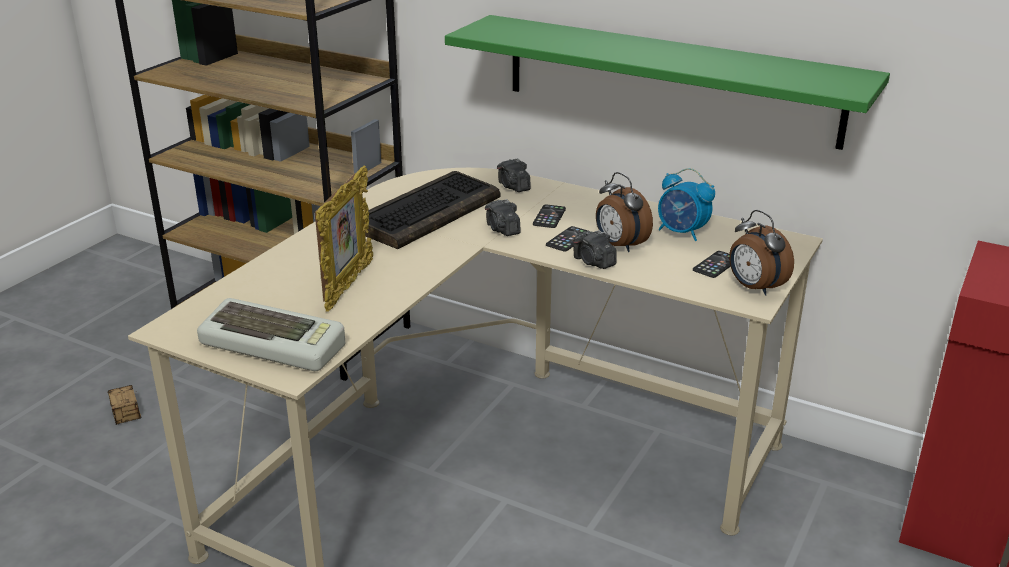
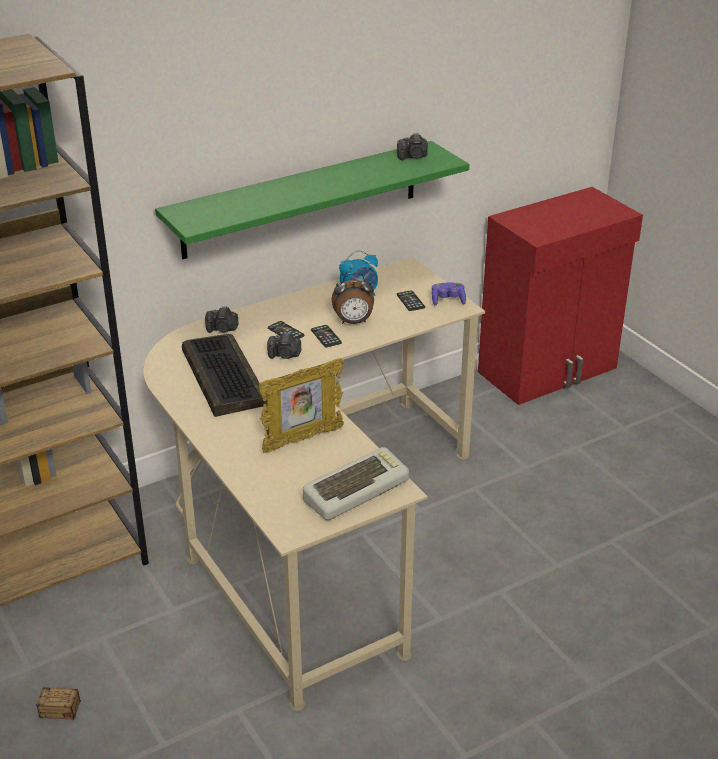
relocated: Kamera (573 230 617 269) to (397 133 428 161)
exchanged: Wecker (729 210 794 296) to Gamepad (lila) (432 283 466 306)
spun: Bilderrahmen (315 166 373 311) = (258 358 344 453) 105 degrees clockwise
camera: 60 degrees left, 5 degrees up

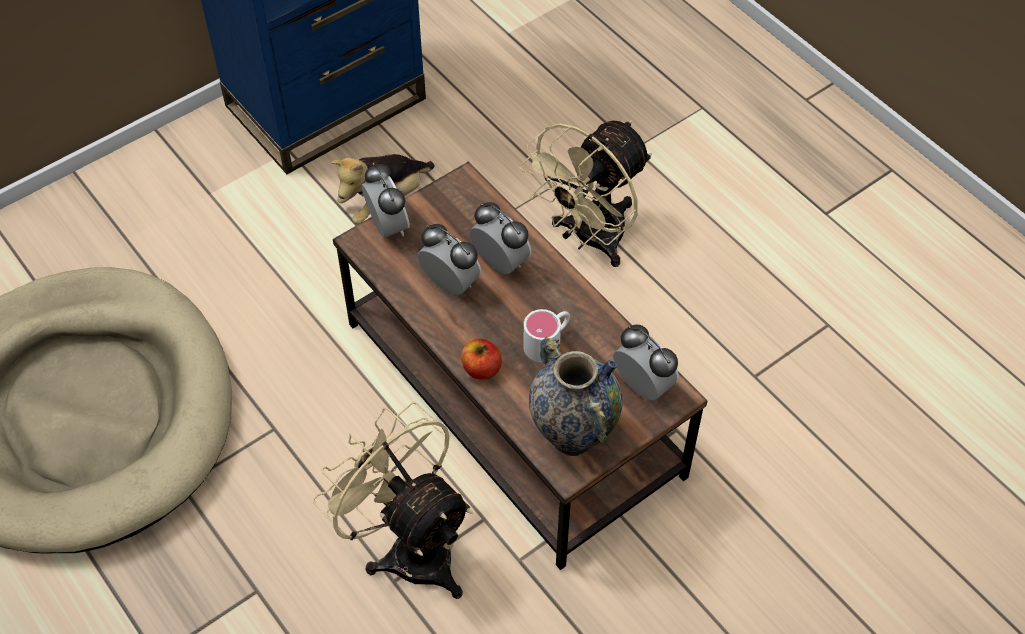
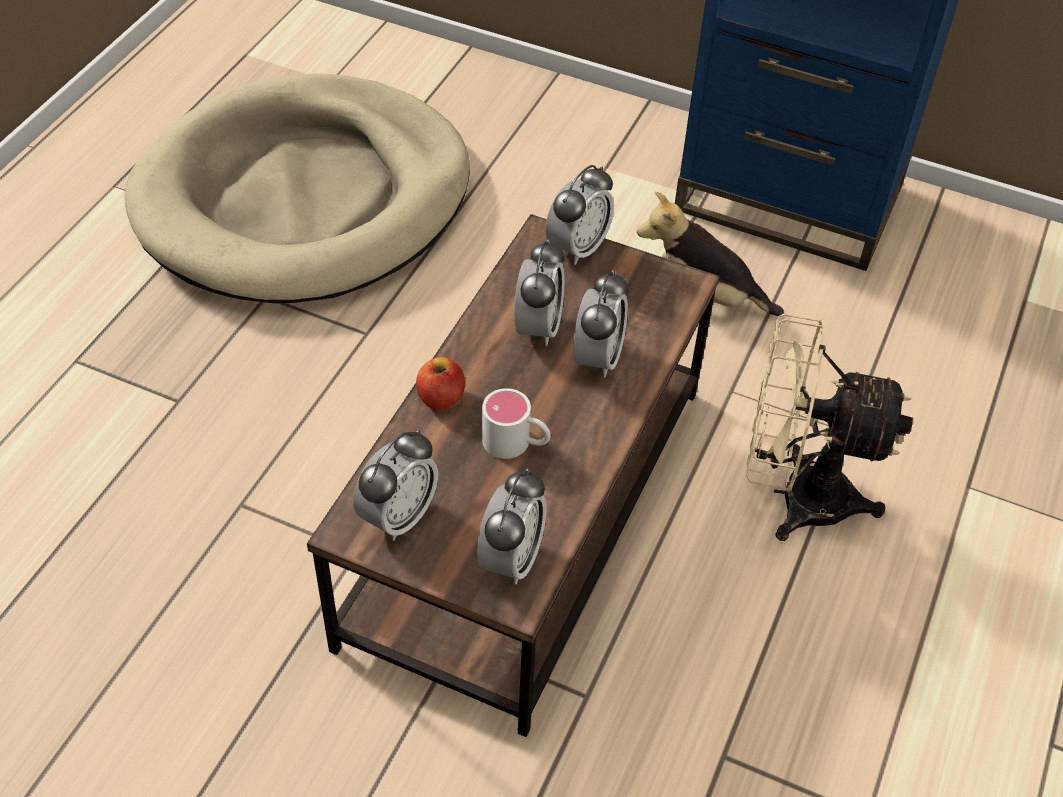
missing: Ventilator (beige) (313 402 473 599)
exchanged: Vase (529 336 623 456) to Wecker (353 430 438 541)
camera: 60 degrees right, 5 degrees down

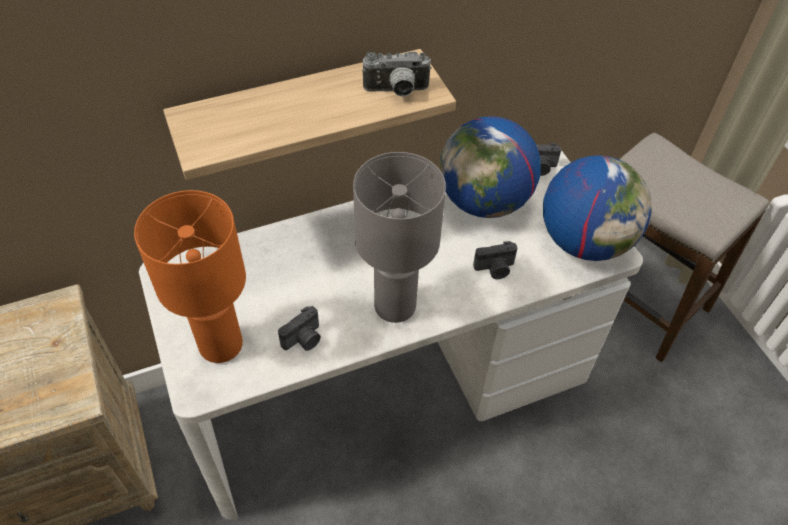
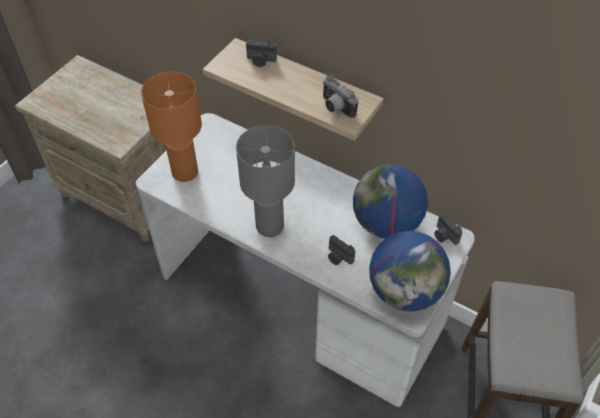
relocated: Kamera (278 306 321 351) to (246 40 277 67)
camera: 55 degrees right, 0 degrees up

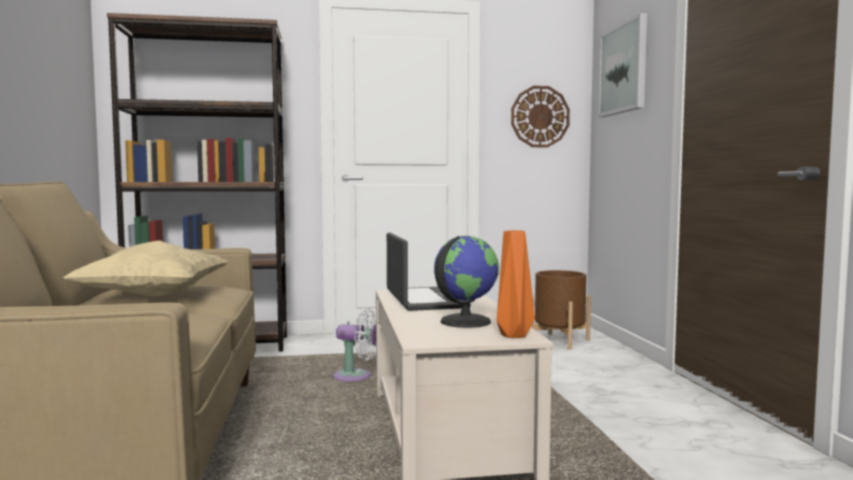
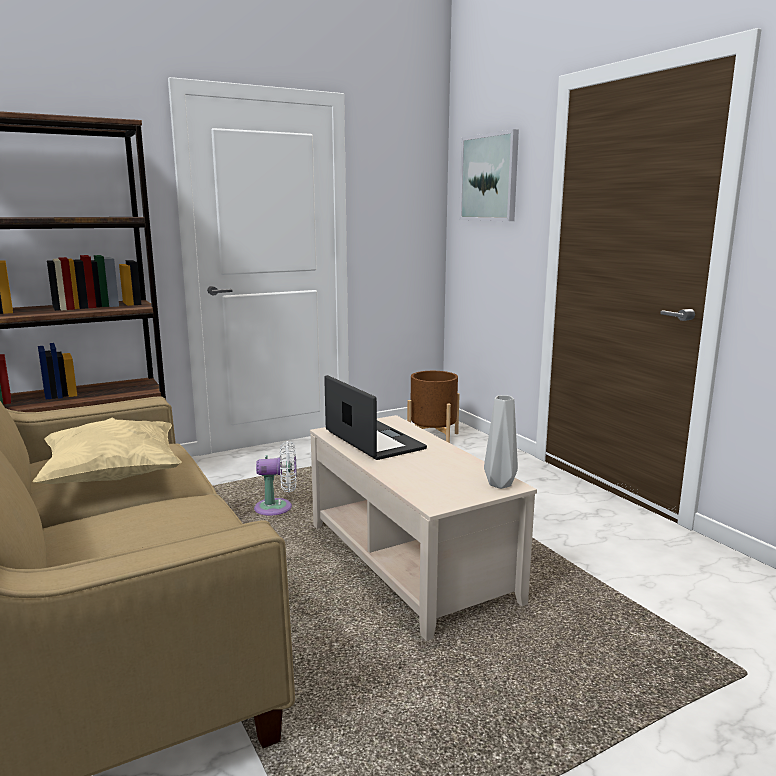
missing: Wanduhr (511 86 570 147); Globus (434 236 499 328)
colour: Vase (orange) (497 230 535 338) to Vase (grau) (484 395 518 489)
camera: 20 degrees left, 10 degrees up

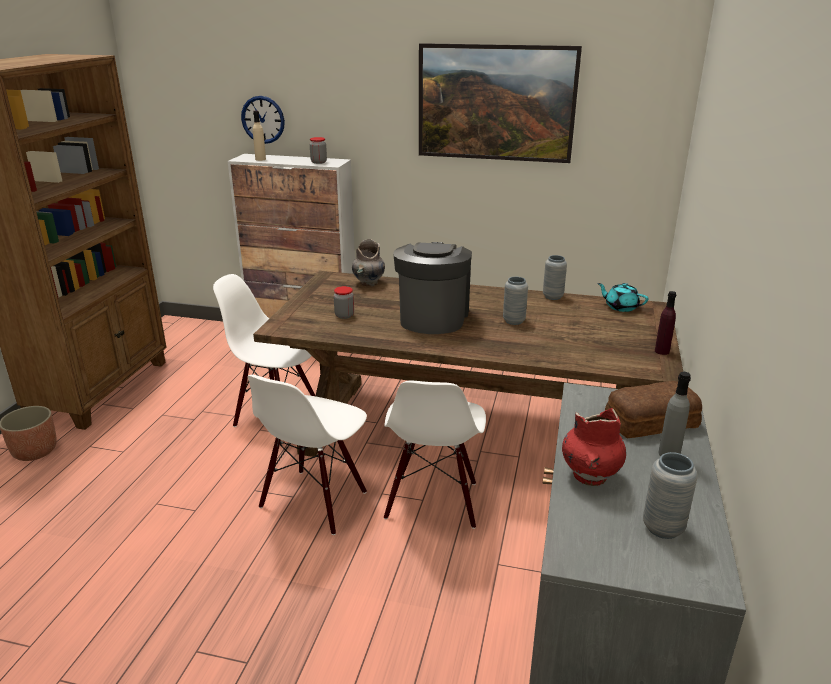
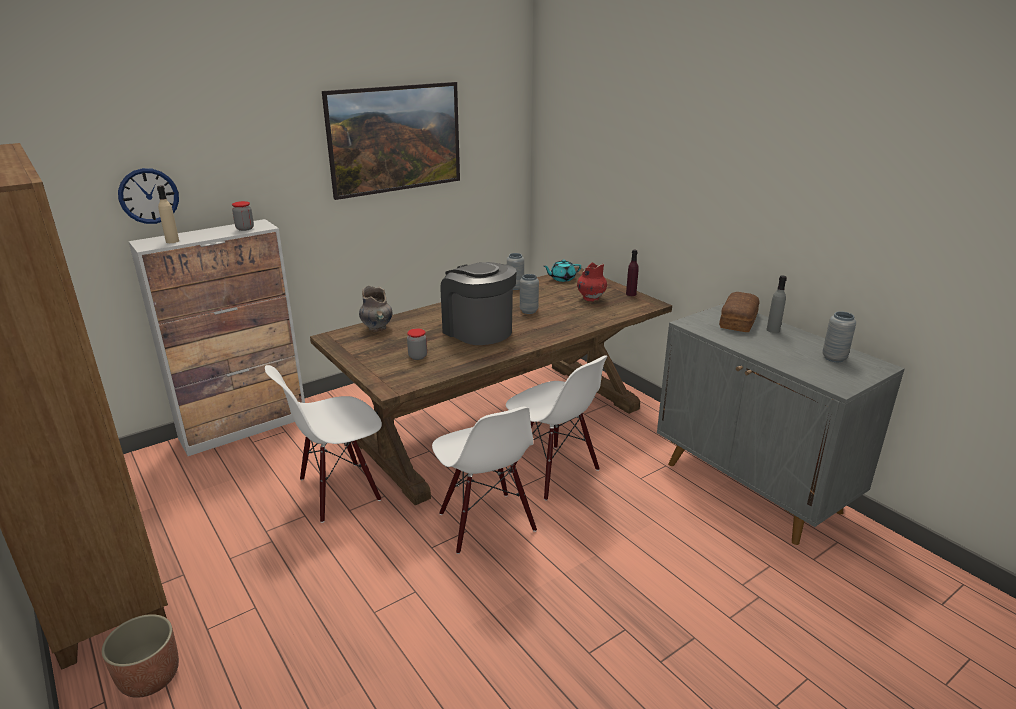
relocated: Vase (rot) (562 408 626 486) to (577 262 607 301)
camera: 50 degrees left, 0 degrees up

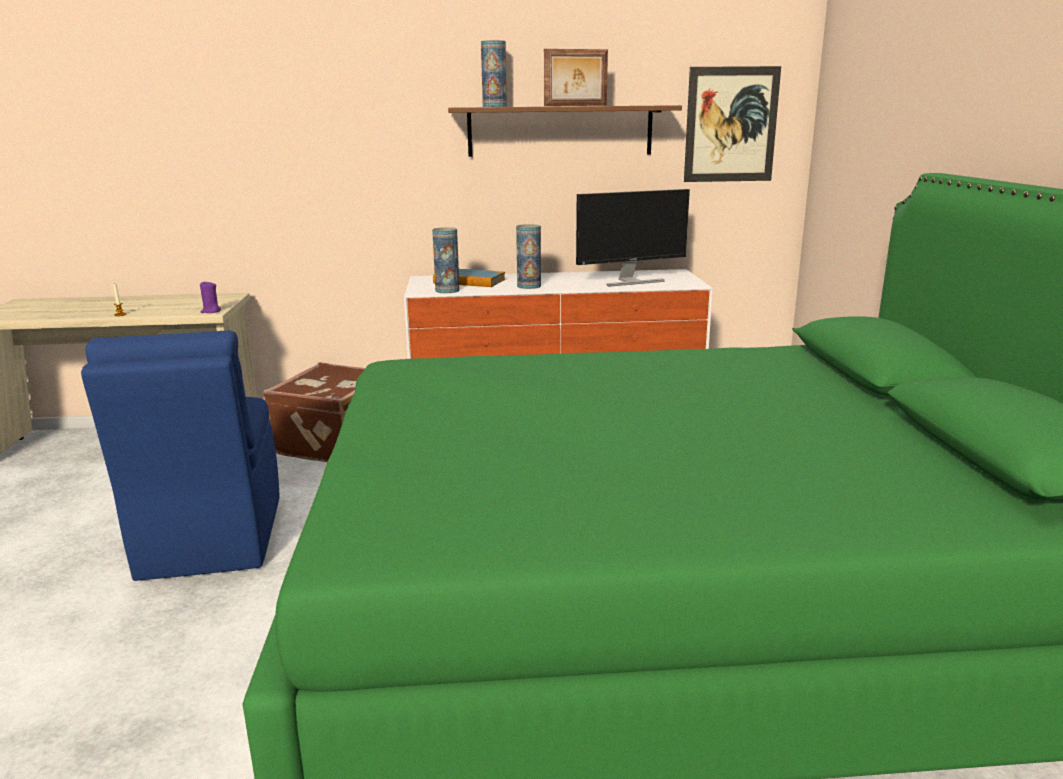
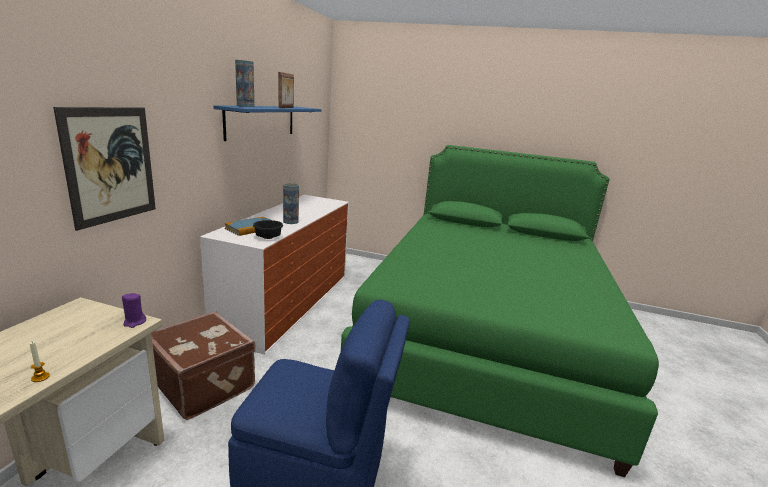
missing: Monitor (576 189 690 287)
relocated: Bild (684 66 781 182) to (53 107 156 231)
exchanged: Vase (432 227 460 293) to Schüssel (schwarz) (253 220 283 239)
colour: Wandregal (braun) (448 105 682 157) to Wandregal (blau) (214 105 321 141)
camera: 70 degrees left, 0 degrees up

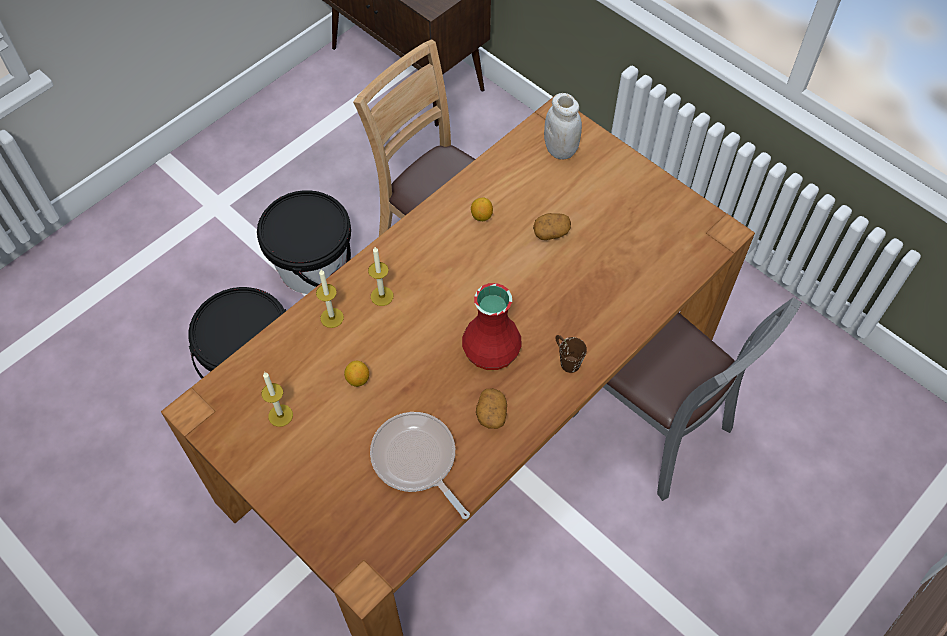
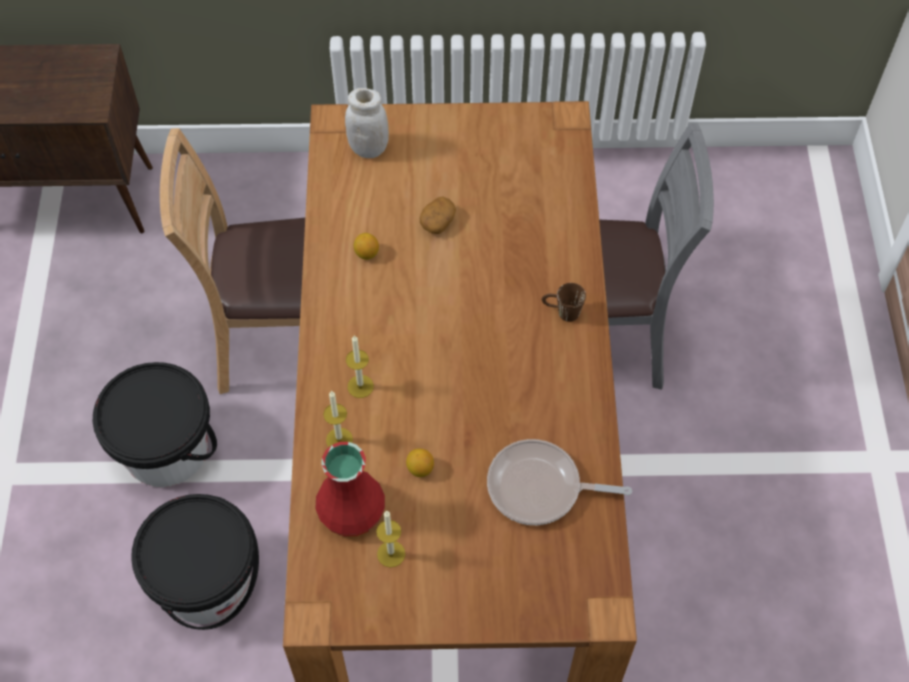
missing: Kartoffel (476 388 507 429)
relocated: Vase (rot) (462 283 522 370) to (315 442 385 537)
camera: 45 degrees left, 0 degrees up

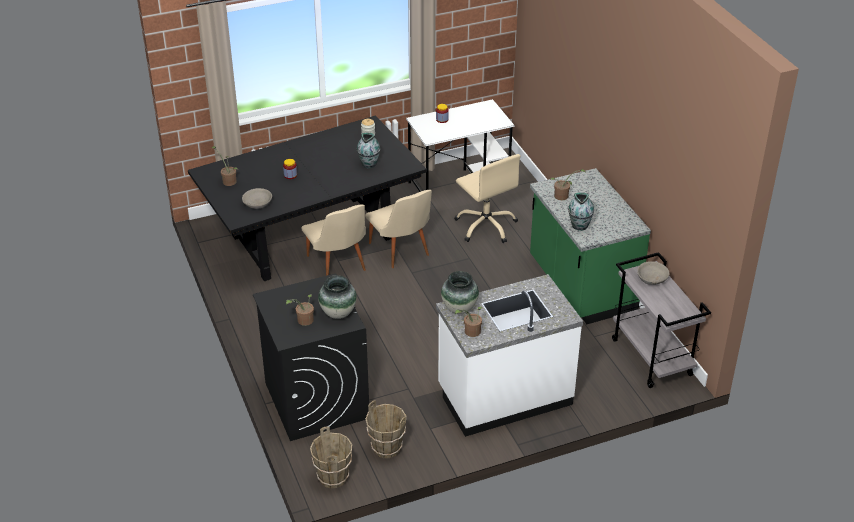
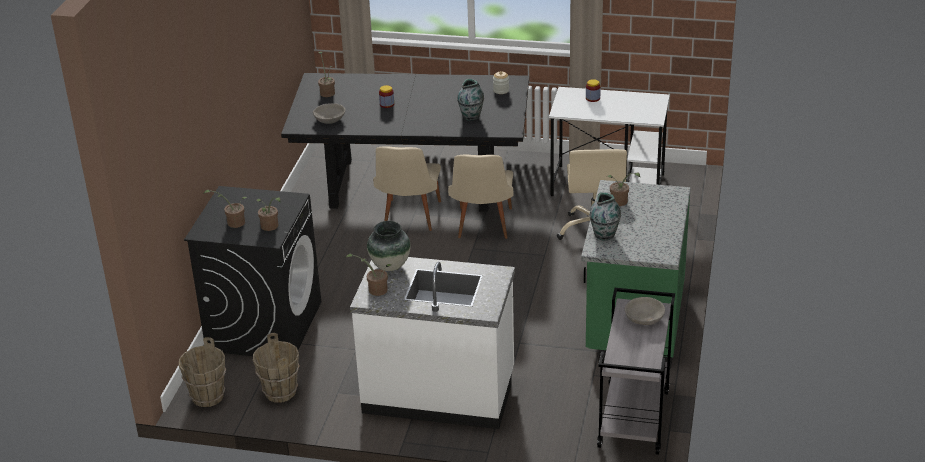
exchanged: Vase (318 275 357 319) to Topfpflanze (256 197 281 231)
camera: 35 degrees right, 5 degrees down

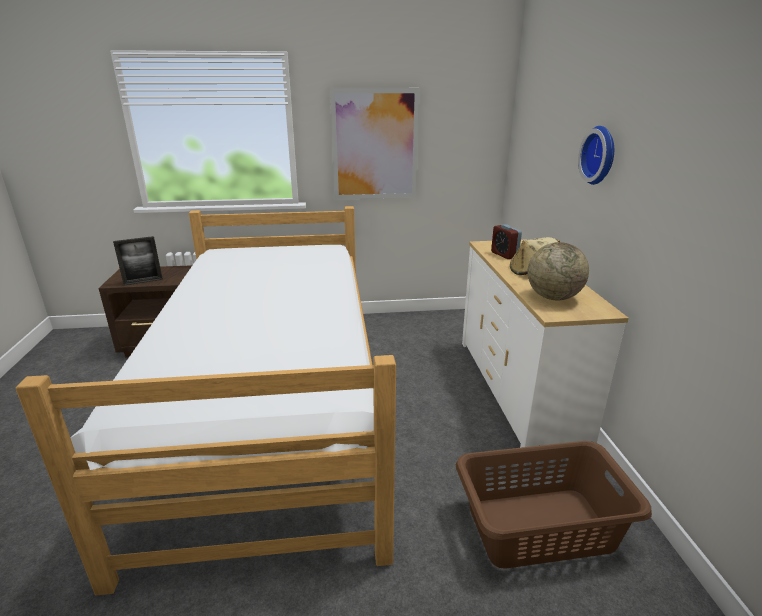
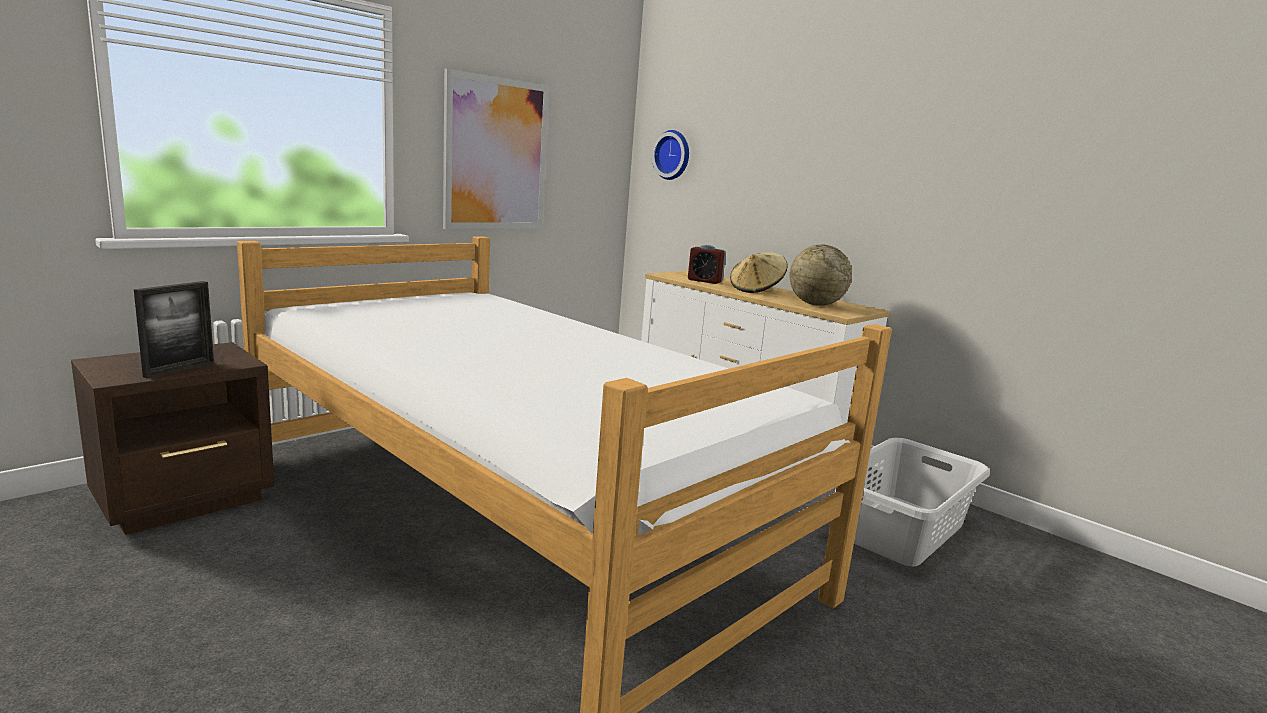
relocated: Wanduhr (578 126 614 185) to (652 130 689 180)
colour: Wäschekorb (braun) (456 441 652 568) to Wäschekorb (grau) (835 438 990 566)
camera: 40 degrees left, 10 degrees down

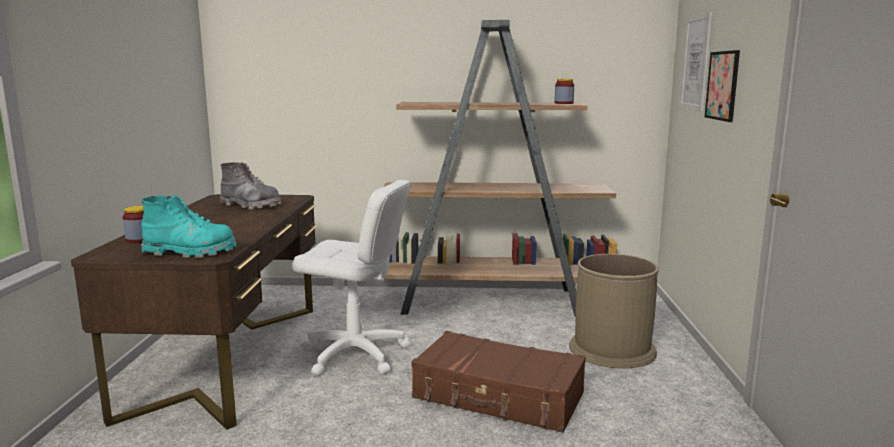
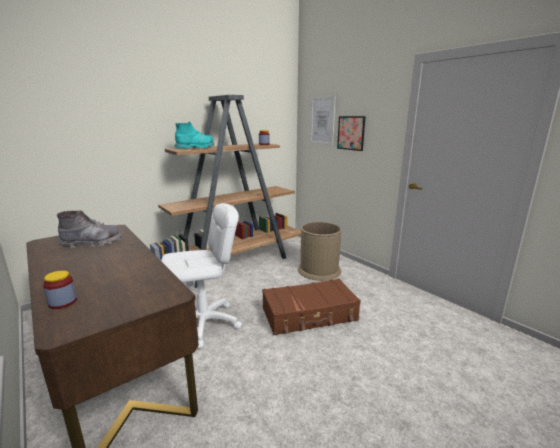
relocated: Stiefel (türkis) (141 195 236 258) to (175 122 214 150)
camera: 40 degrees left, 5 degrees up

